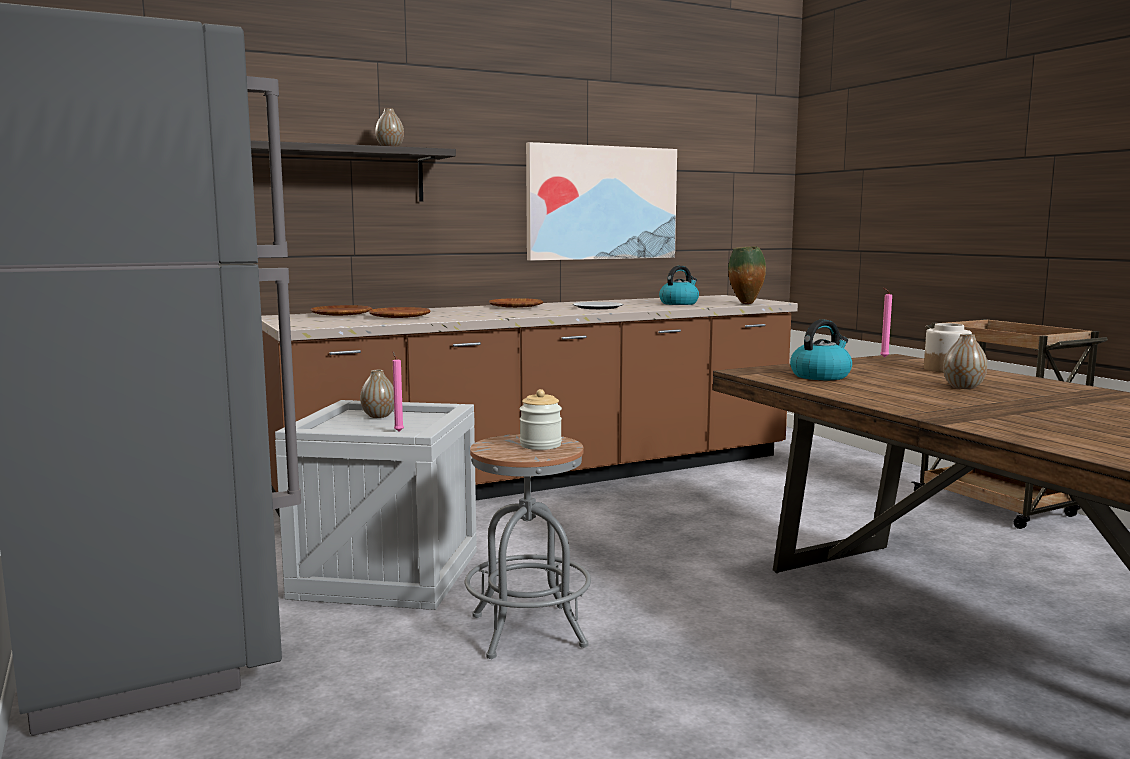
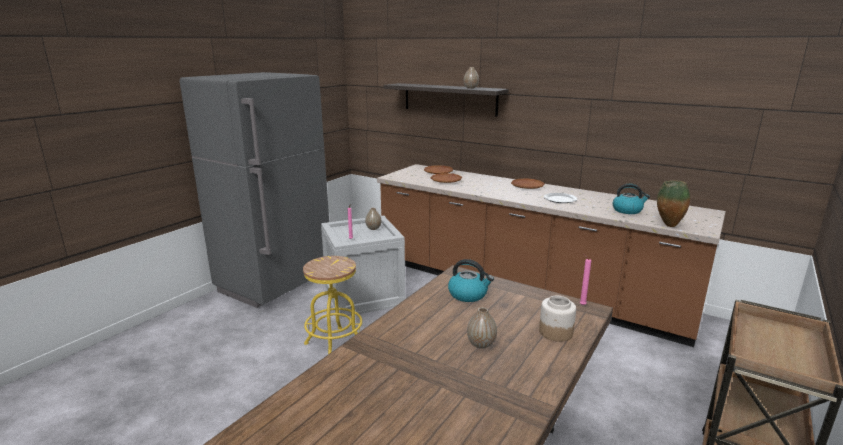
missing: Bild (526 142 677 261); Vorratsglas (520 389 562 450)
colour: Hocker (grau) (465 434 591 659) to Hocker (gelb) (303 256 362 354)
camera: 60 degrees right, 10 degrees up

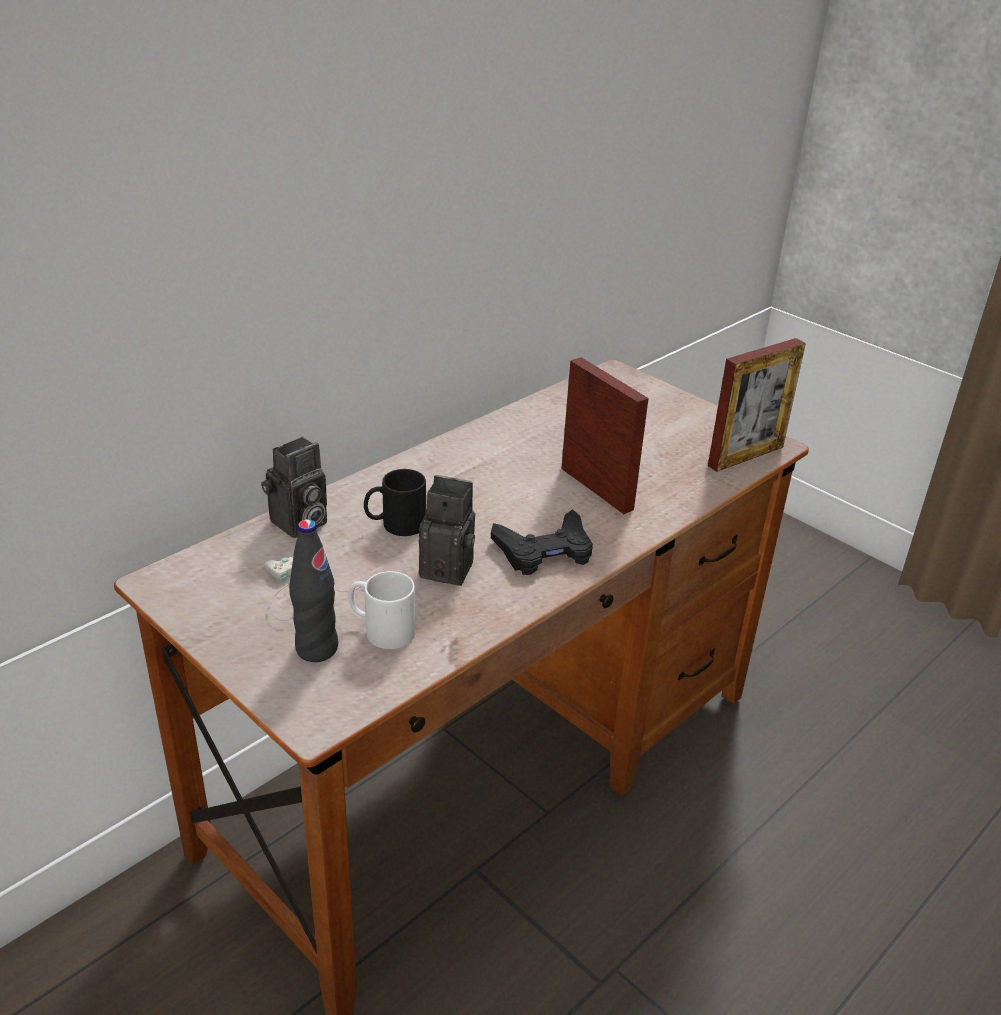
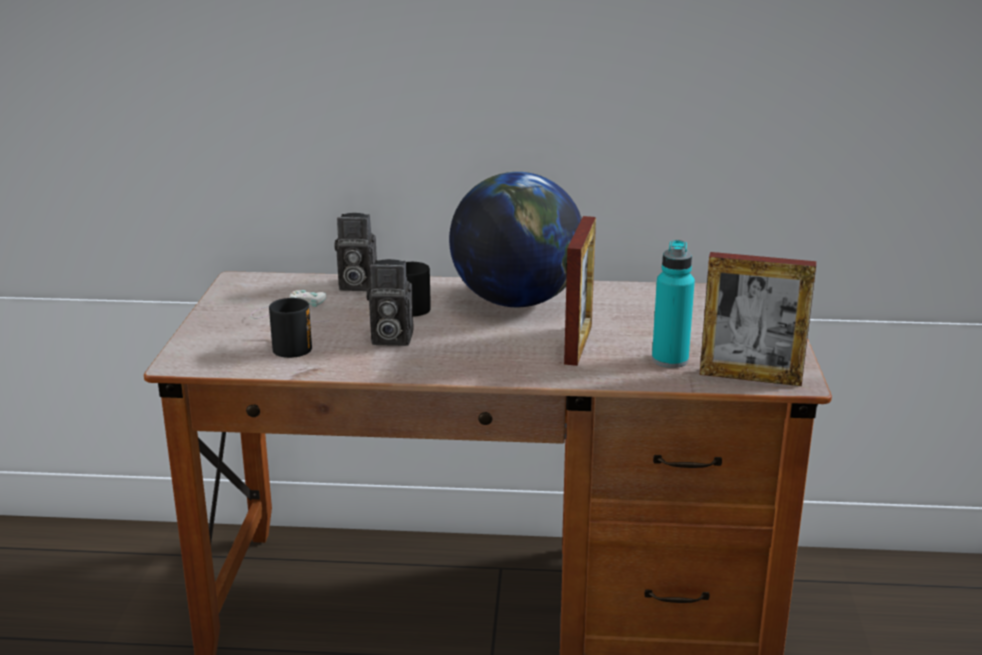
missing: Gamepad (schwarz) (491 509 593 575); Flasche (schwarz) (289 519 338 662)
appeared: Globus (449 172 582 308); Flasche (türkis) (652 240 695 368)
colour: Henkelbecher (weiß) (348 571 415 649) to Henkelbecher (schwarz) (269 298 312 358)
spun: Kamera (419 475 475 586) = (366 259 413 346) 120 degrees clockwise
camera: 50 degrees right, 10 degrees down

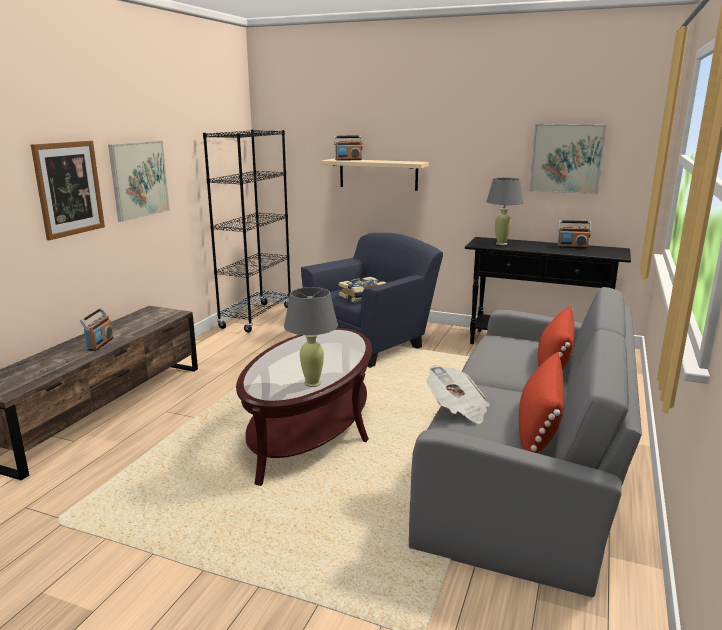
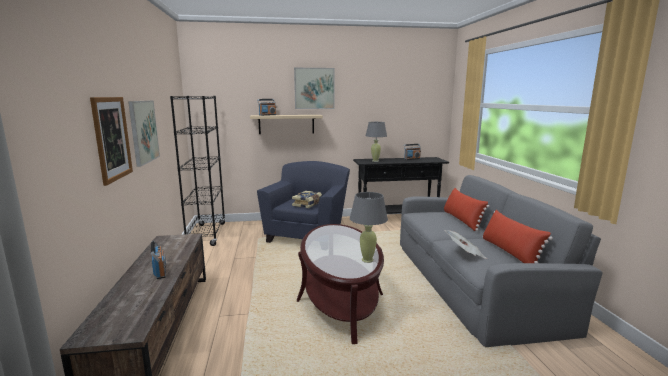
relocated: Bild (529 124 607 195) to (294 68 335 109)
camera: 30 degrees left, 5 degrees down

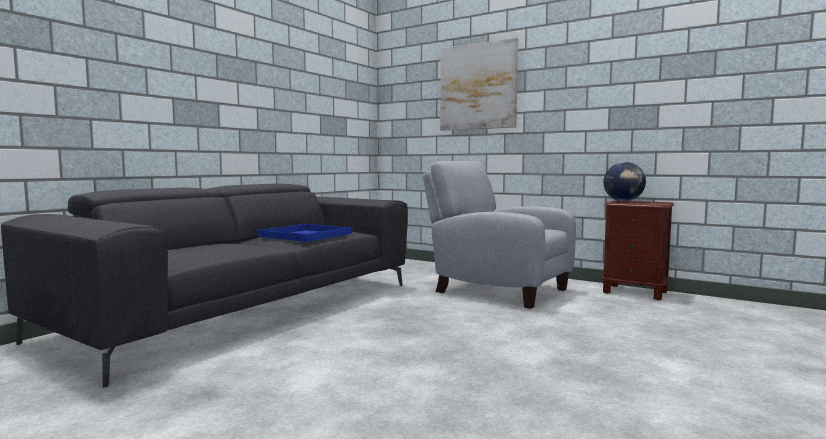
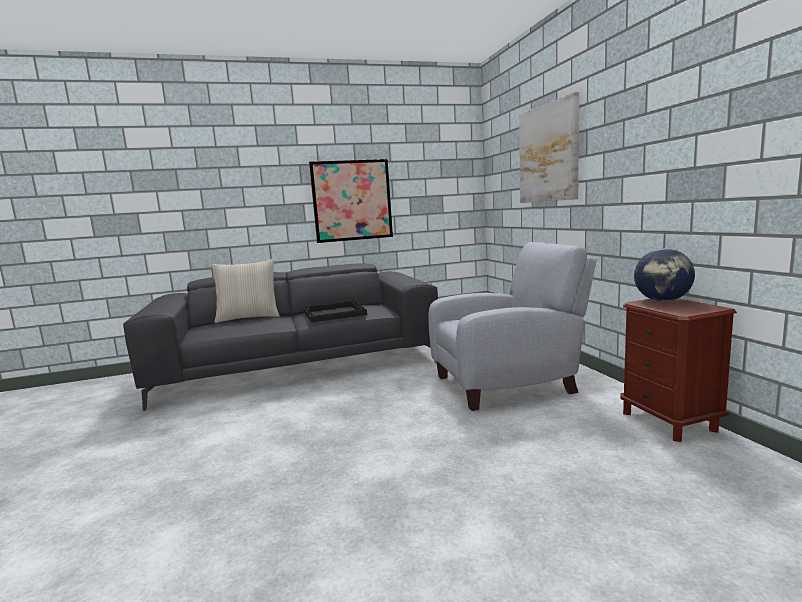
appeared: Bild (309 159 393 243); Kissen (beige) (211 259 280 323)
colour: Tablett (blau) (257 224 352 242) to Tablett (schwarz) (303 301 367 323)
spun: Sessel (grau) (423 161 576 309) = (428 242 596 411) 90 degrees clockwise
camera: 40 degrees right, 5 degrees up

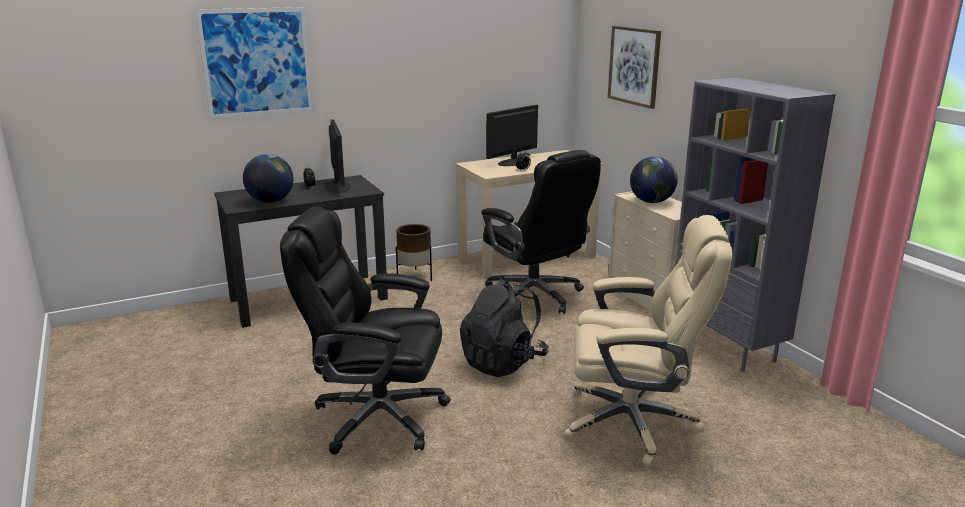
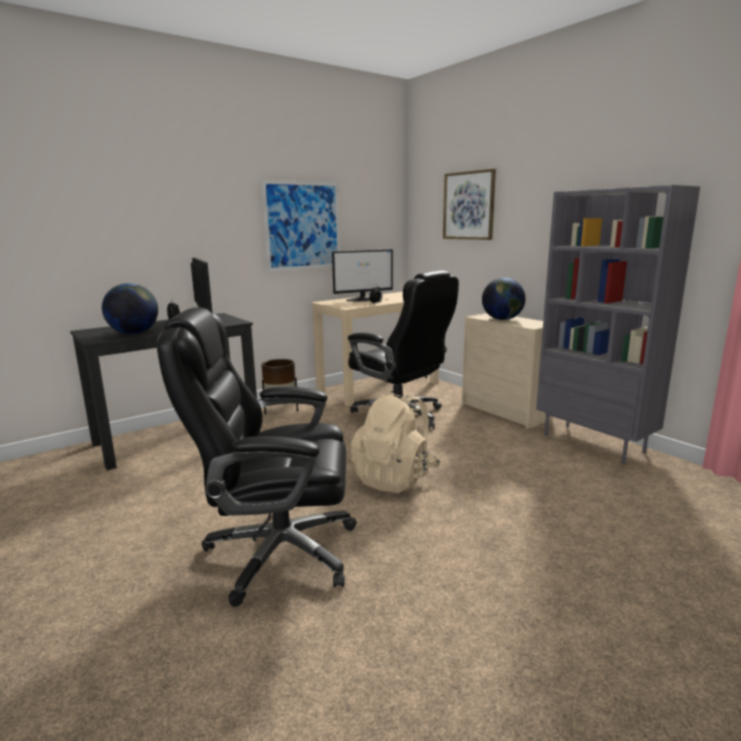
missing: Bürostuhl (beige) (563 215 733 468)
relocated: Bild (195 7 313 119) to (261 180 340 272)
colour: Rucksack (schwarz) (460 278 549 377) to Rucksack (beige) (351 390 440 493)
spun: Monitor (486 105 538 166) = (332 249 393 302) 150 degrees counterclockwise
camera: 10 degrees left, 5 degrees down

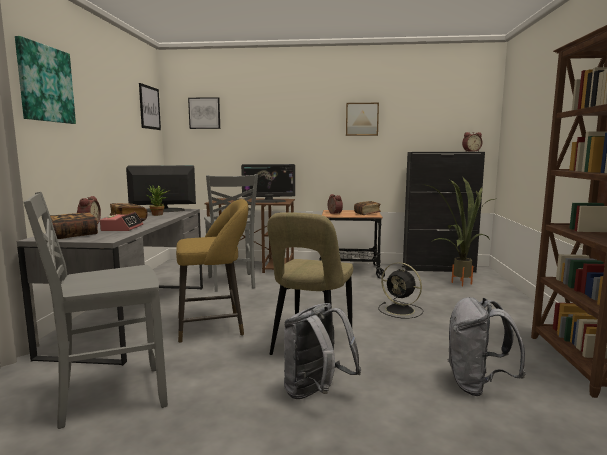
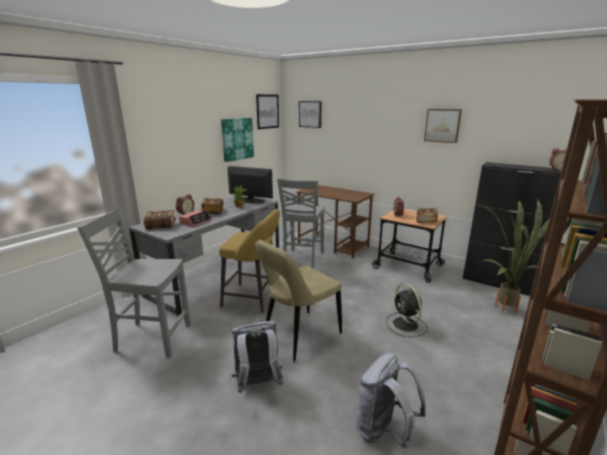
missing: Monitor (241 164 295 203)
relocated: Bild (15 36 76 124) to (221 118 254 162)
camera: 30 degrees right, 10 degrees up

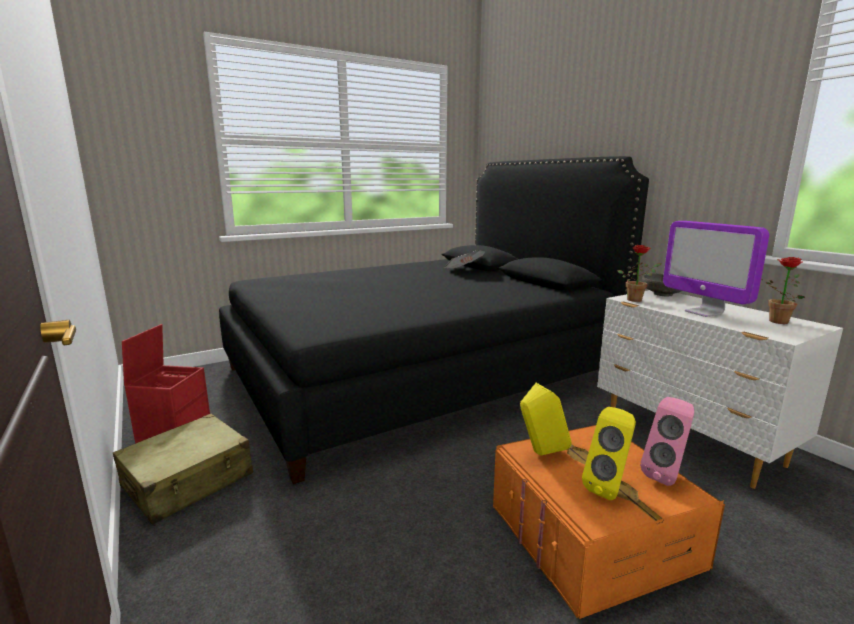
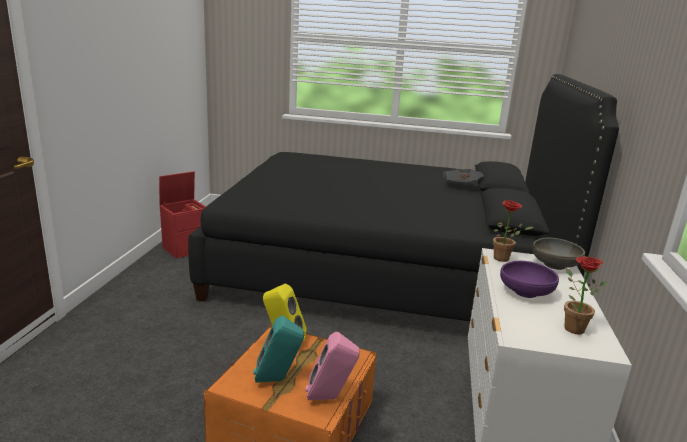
missing: Koffer (beige) (113 414 253 524)
exchanged: Monitor (663 221 769 317) to Schüssel (lila) (500 261 559 298)
colour: Lautsprecher (gelb) (582 407 636 500) to Lautsprecher (türkis) (253 316 304 383)
camera: 40 degrees right, 5 degrees up

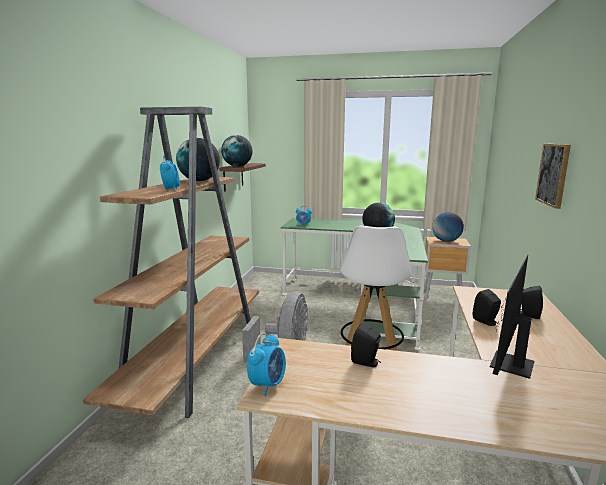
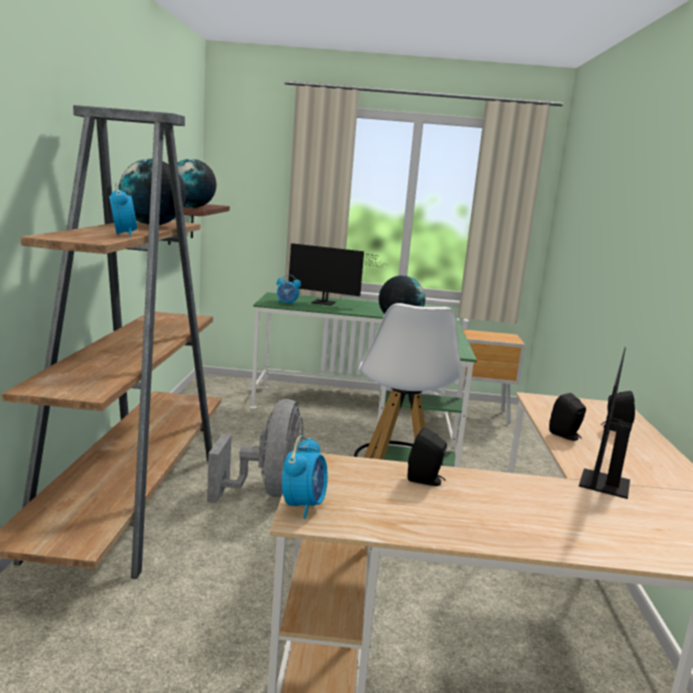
missing: Bild (535 144 571 209); Globus (432 212 464 242)
appeared: Monitor (288 243 383 306)
camera: 10 degrees left, 0 degrees up

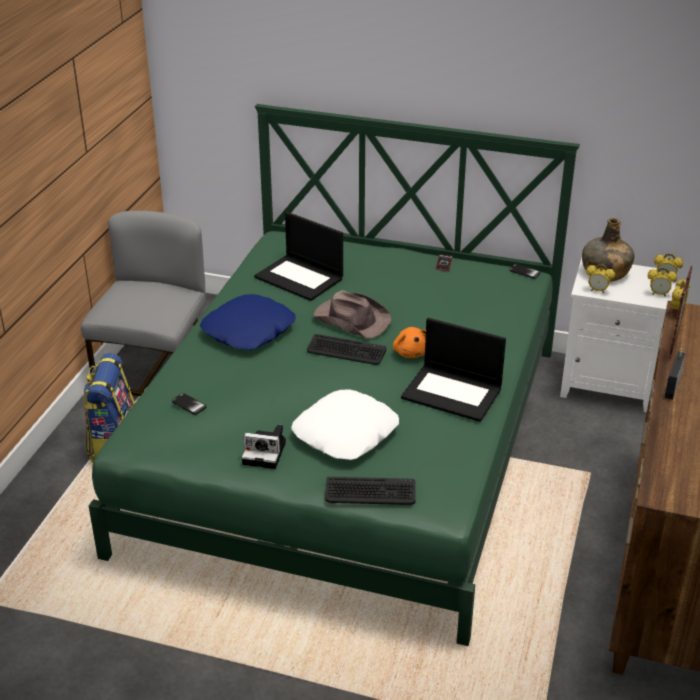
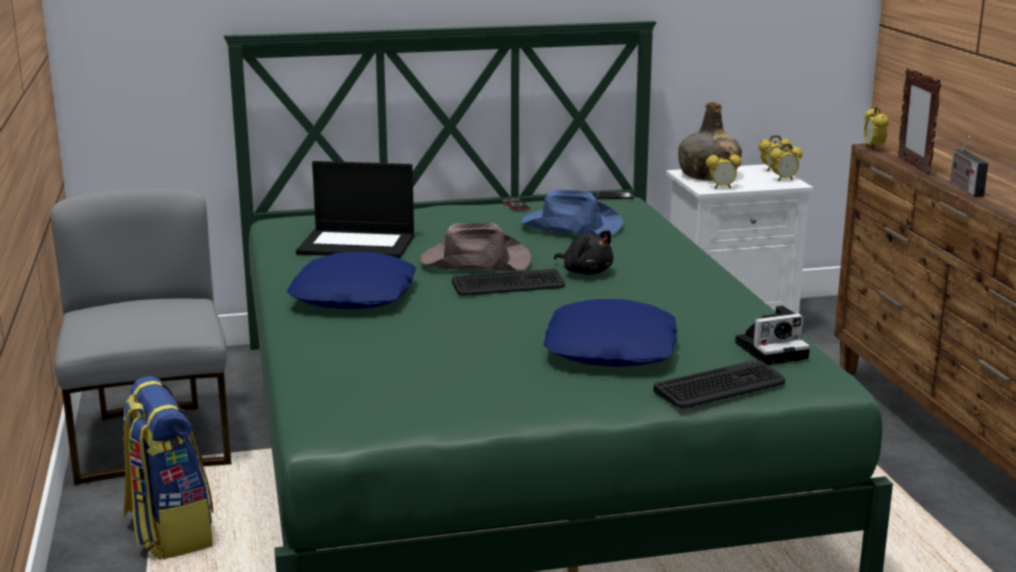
missing: Laptop (401 318 506 422); Handy (172 393 206 415)
appeared: Hut (blau) (521 189 623 235)
relocated: Kamera (242 424 286 469) to (735 306 810 365)
colour: Plüschtier (orange) (393 327 426 358) to Plüschtier (schwarz) (554 230 614 275); Kissen (weiß) (291 389 399 460) to Kissen (blau) (544 299 677 367)
camera: 30 degrees left, 15 degrees down

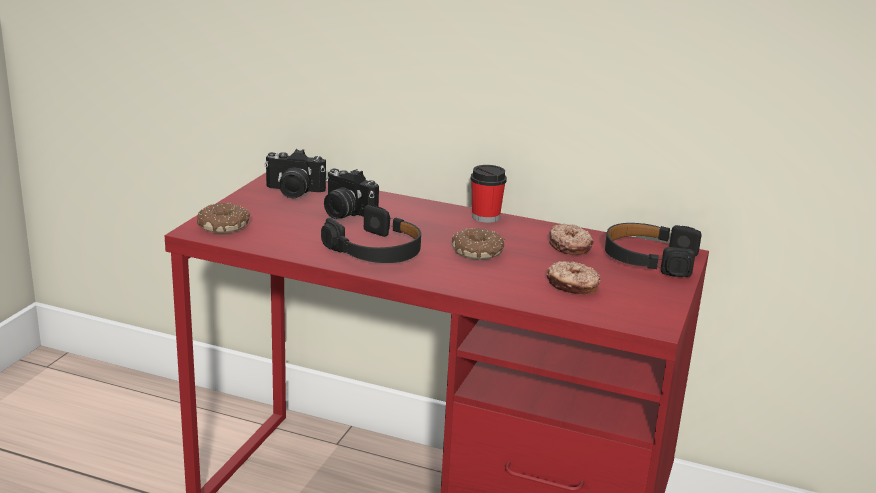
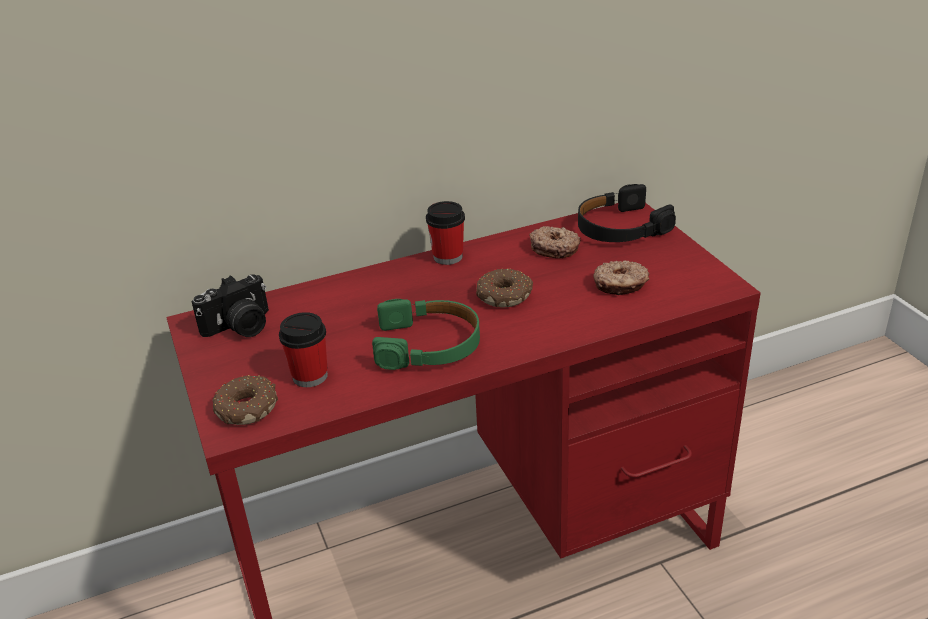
missing: Kamera (324 168 379 219)
appeared: Tasse (279 312 328 387)
colour: Kopfhörer (schwarz) (321 205 421 263) to Kopfhörer (grün) (372 299 480 370)
camera: 40 degrees left, 10 degrees up

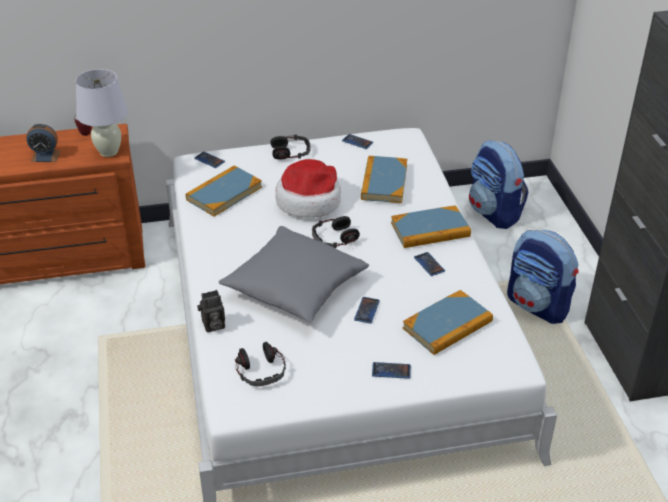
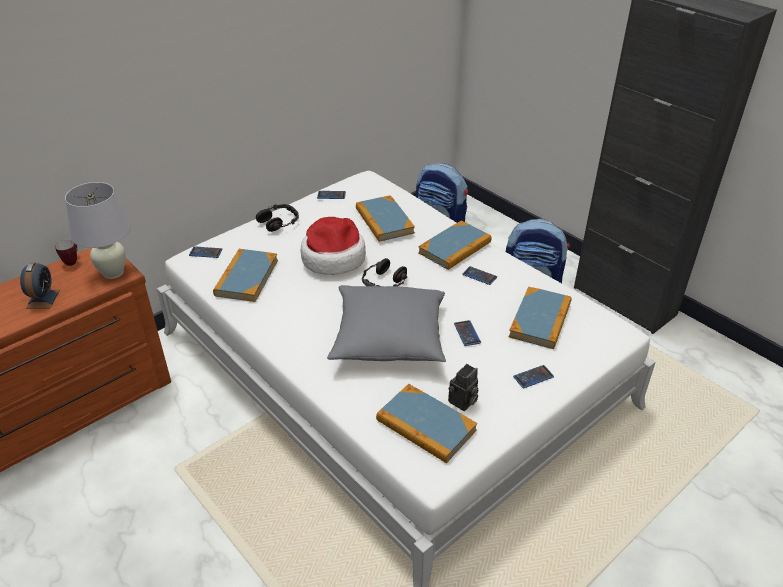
relocated: Kamera (197 290 225 332) to (448 364 478 411)
exchanged: Kopfhörer (235 342 286 386) to Buch (376 384 477 463)
spun: Wecker (26 124 61 162) = (20 263 60 309) 60 degrees counterclockwise
camera: 30 degrees left, 0 degrees up

